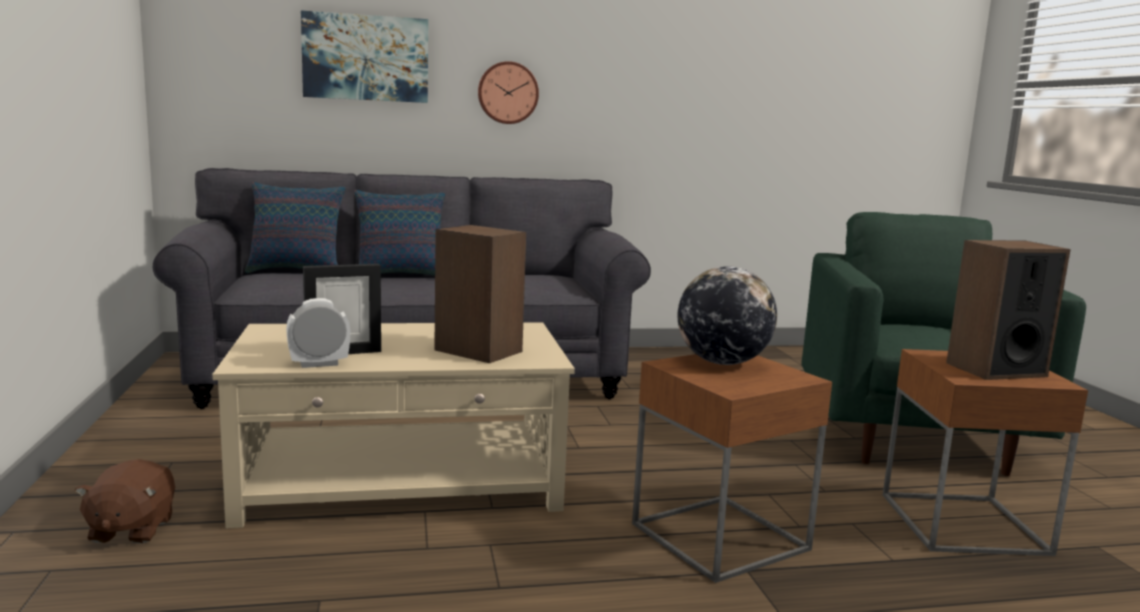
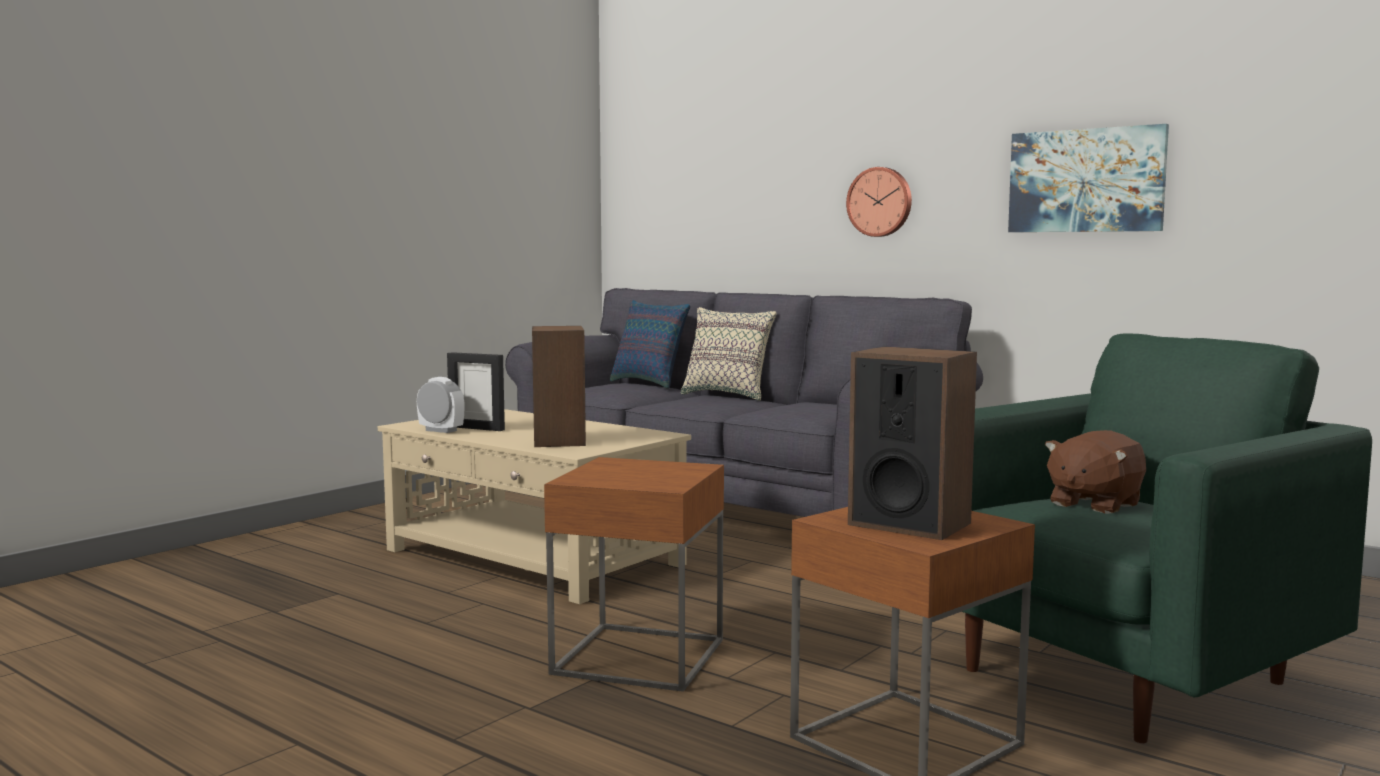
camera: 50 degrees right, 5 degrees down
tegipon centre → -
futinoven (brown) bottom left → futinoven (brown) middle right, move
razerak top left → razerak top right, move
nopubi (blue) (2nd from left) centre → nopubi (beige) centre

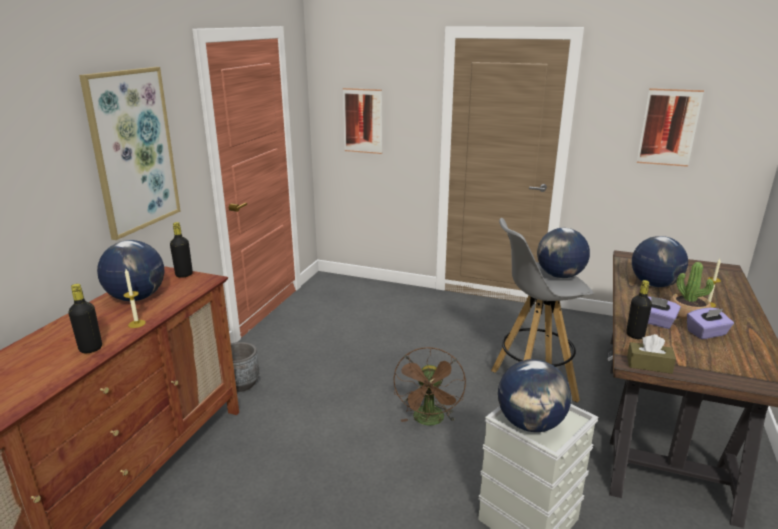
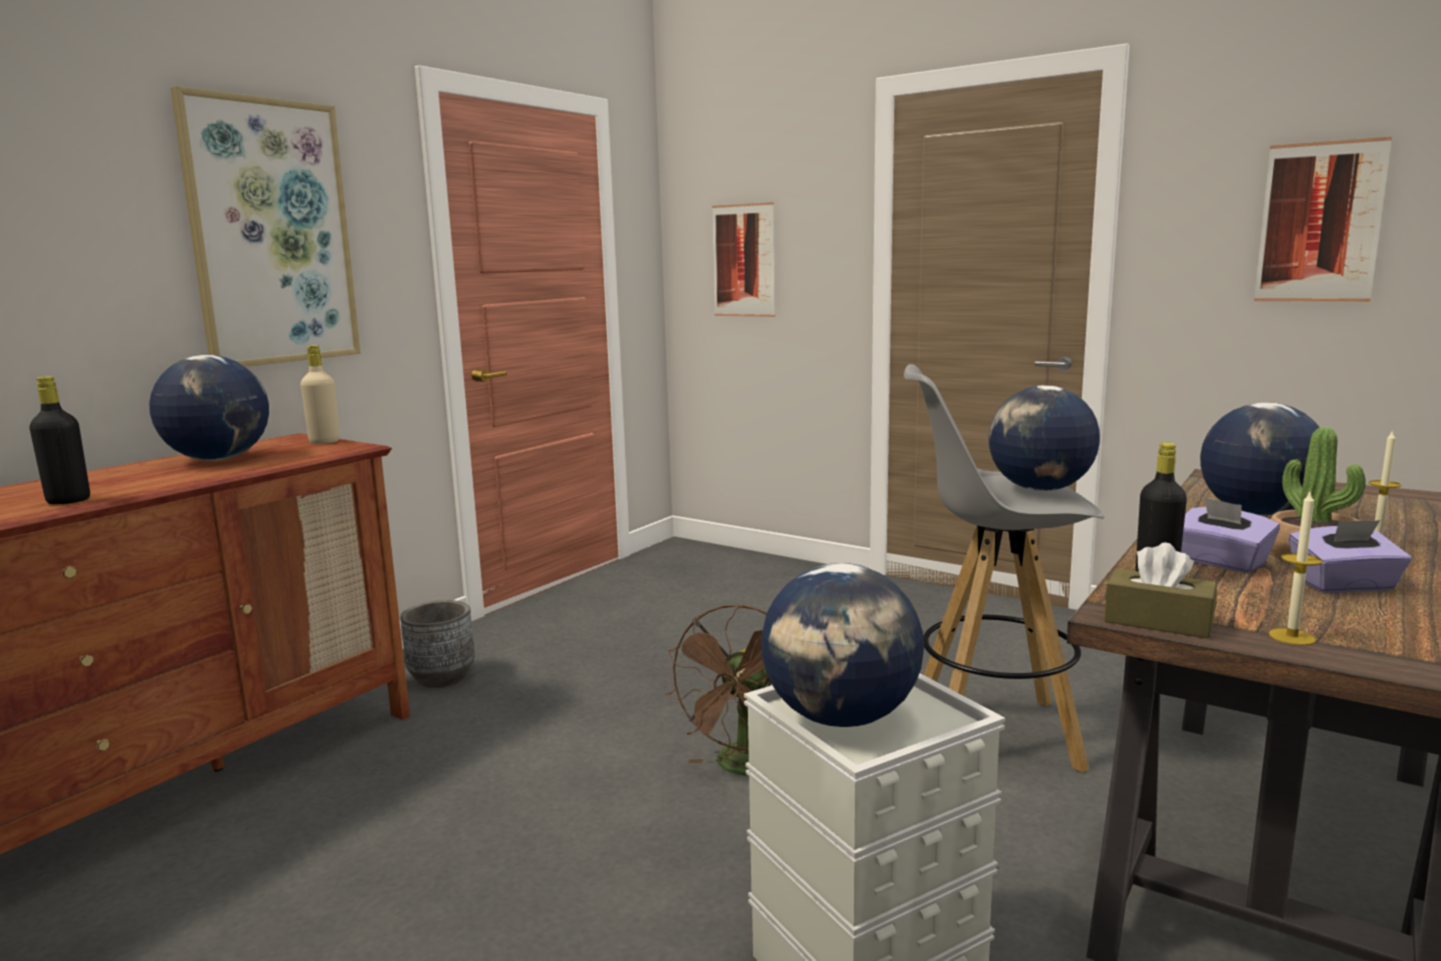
camera: 15 degrees right, 10 degrees down
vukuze (1st from left) middle left → vukuze (1st from left) middle right, move
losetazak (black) (2nd from left) middle left → losetazak (beige) middle left

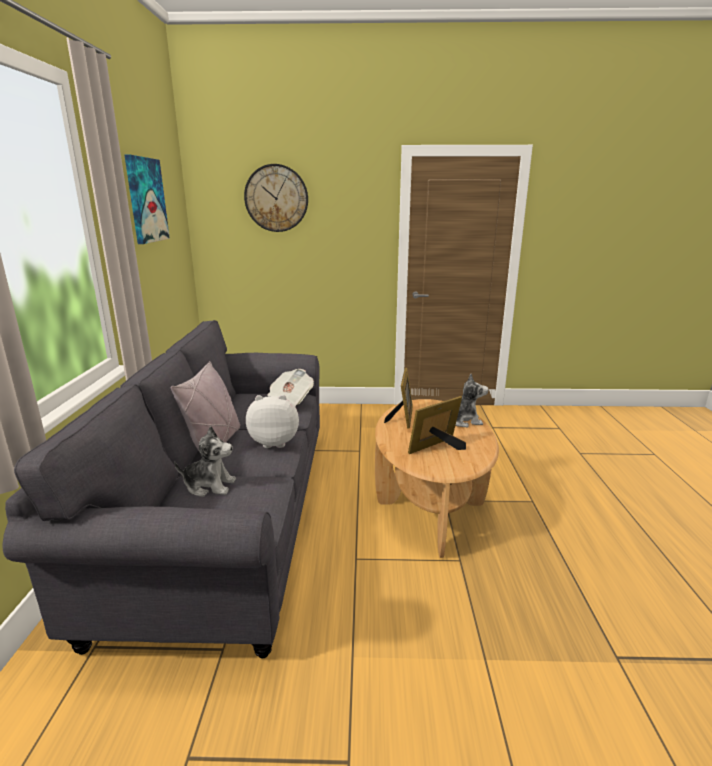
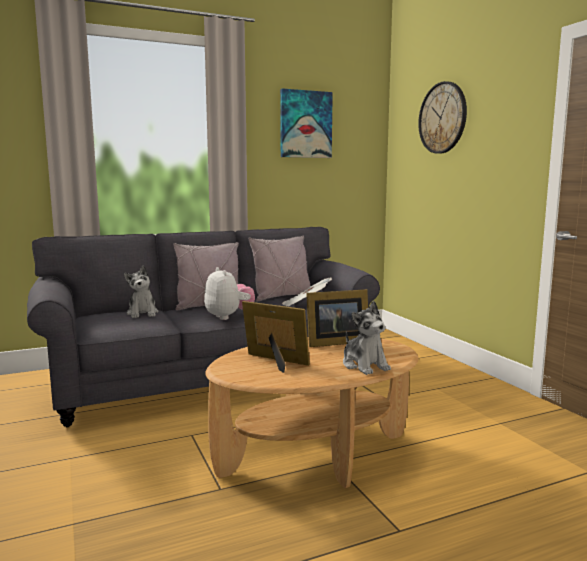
camera: 65 degrees right, 10 degrees down
- → nopubi (purple) (2nd from left) centre

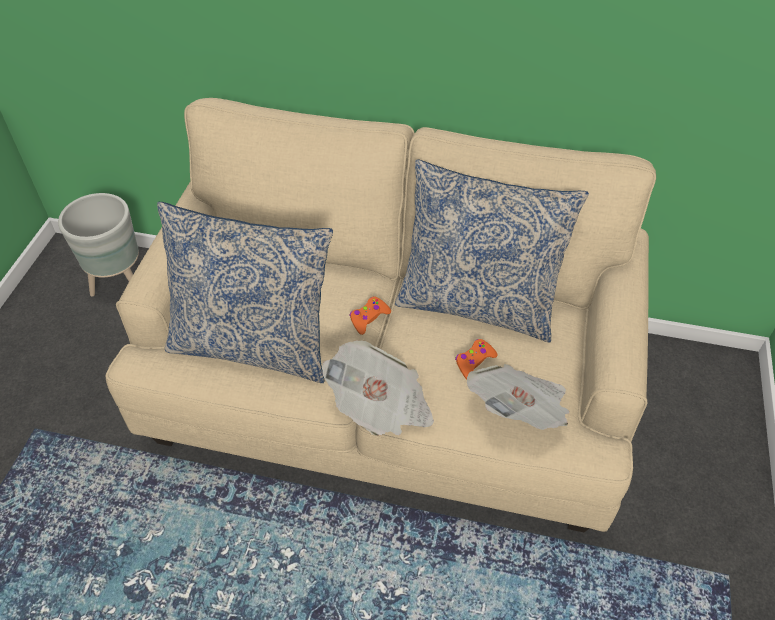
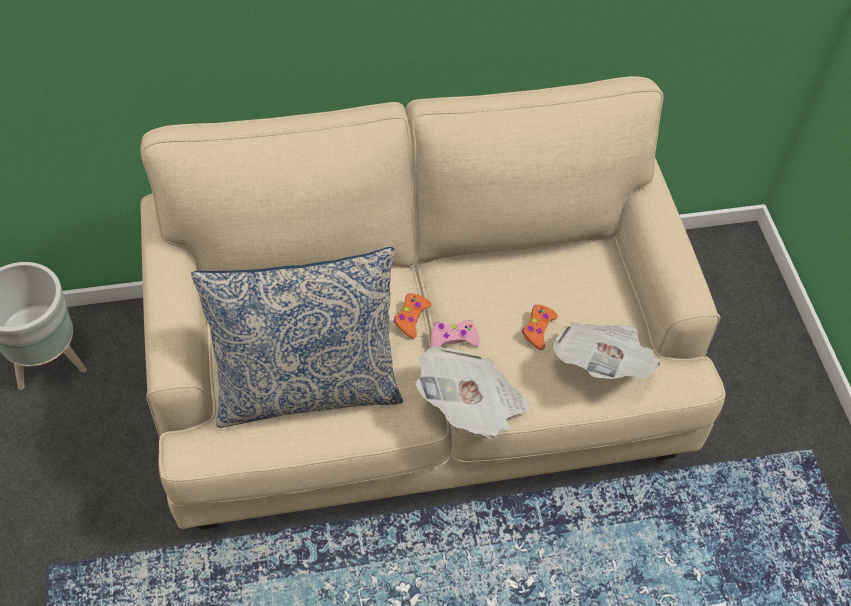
camera: 25 degrees left, 5 degrees up
nopubi (2nd from left) centre → -
- → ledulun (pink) centre

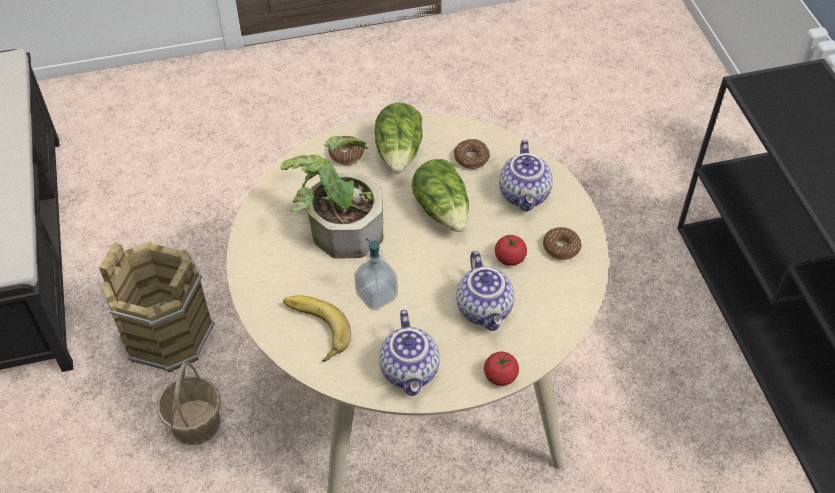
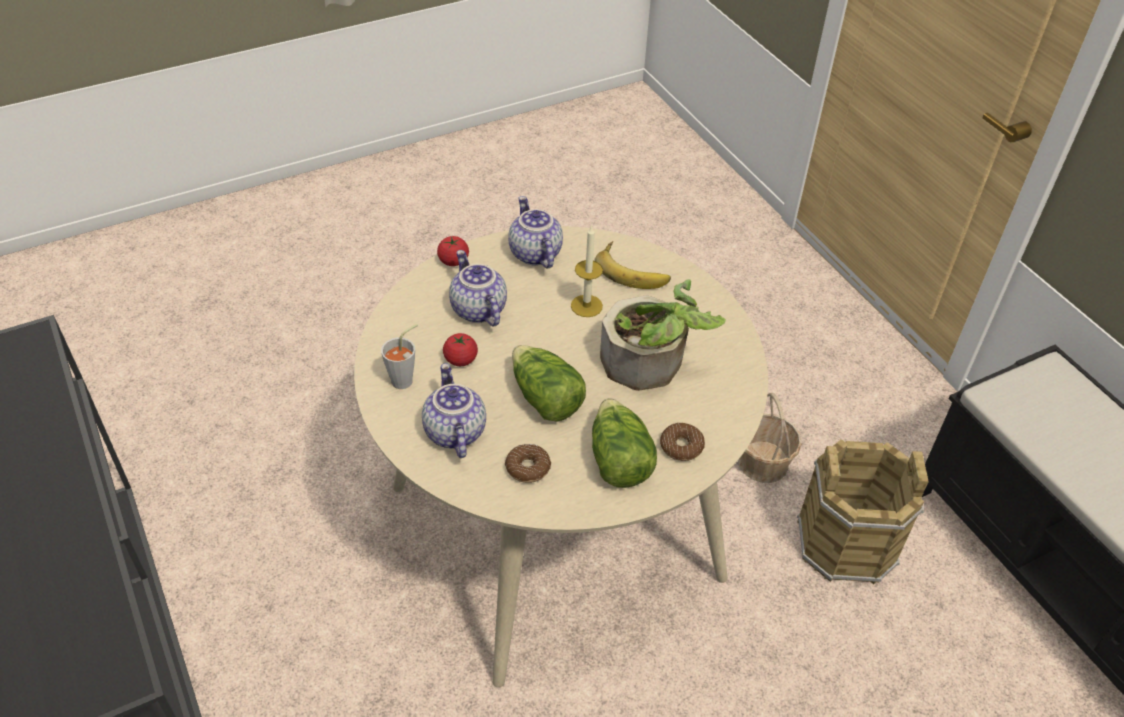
camera: 165 degrees right, 5 degrees down
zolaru centre → vukuze centre
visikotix (3rd from left) middle right → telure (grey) centre

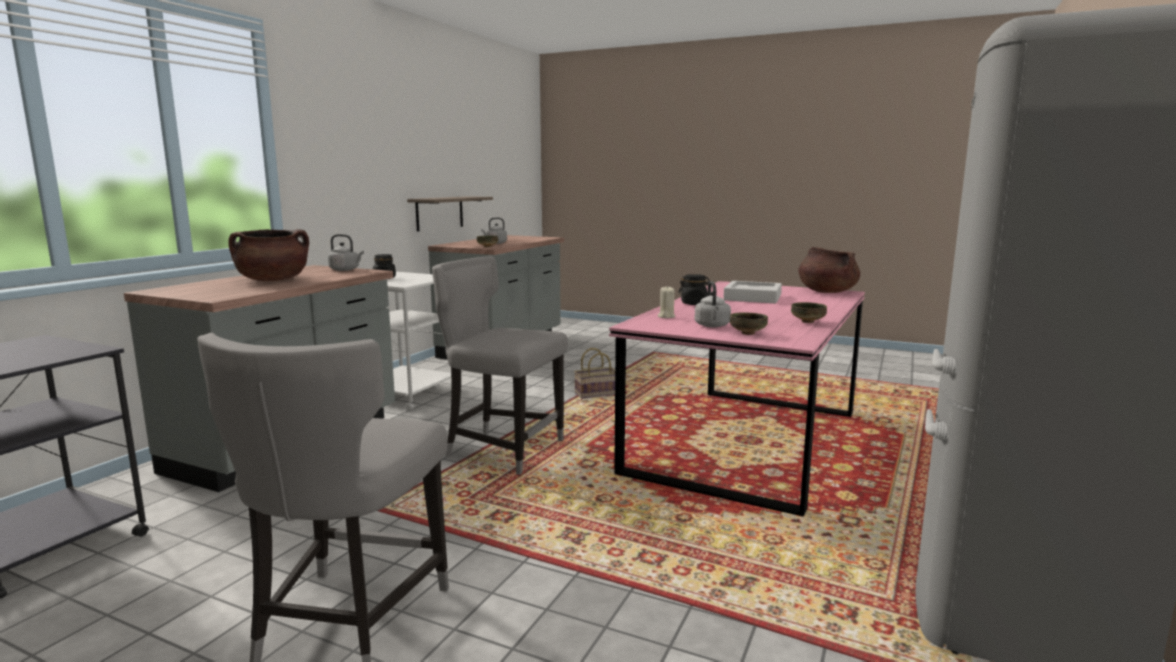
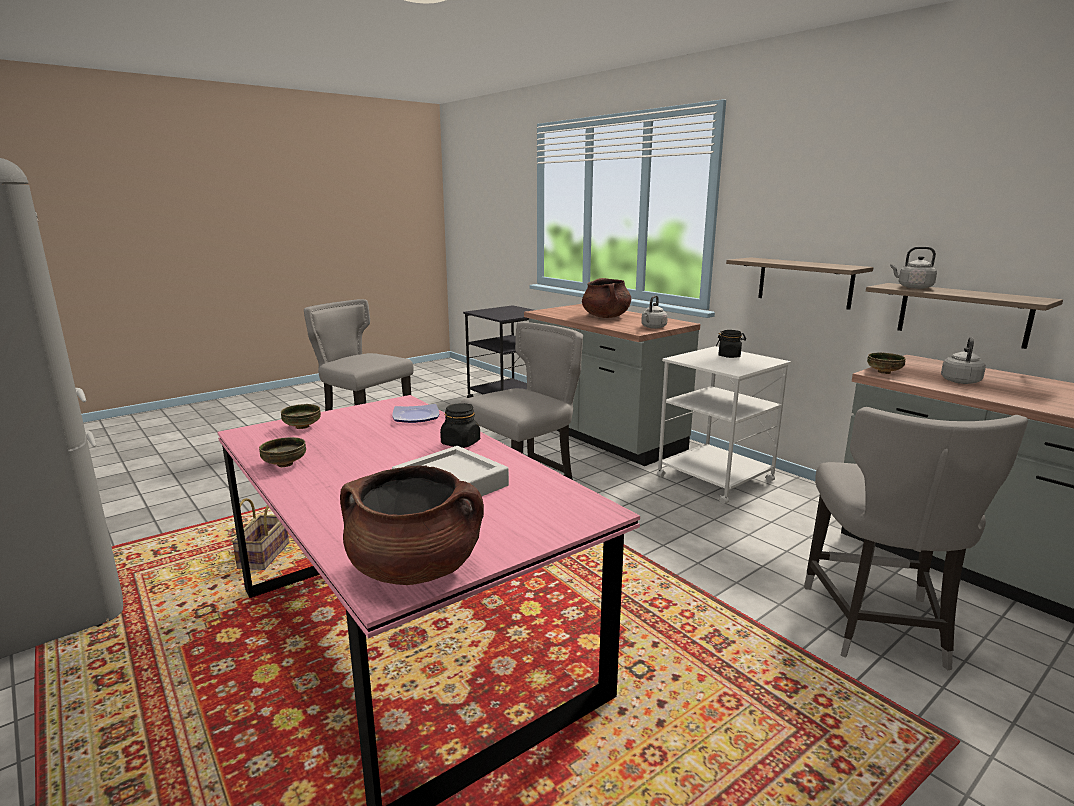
camera: 115 degrees right, 5 degrees up
- → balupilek (1st from left) middle right
- → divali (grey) (3rd from left) bottom right
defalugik centre → defalugik middle left, move
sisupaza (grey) (3rd from left in the first image) centre → sisupaza (grey) (2nd from left) top right, move
vukuze (beige) centre → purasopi centre

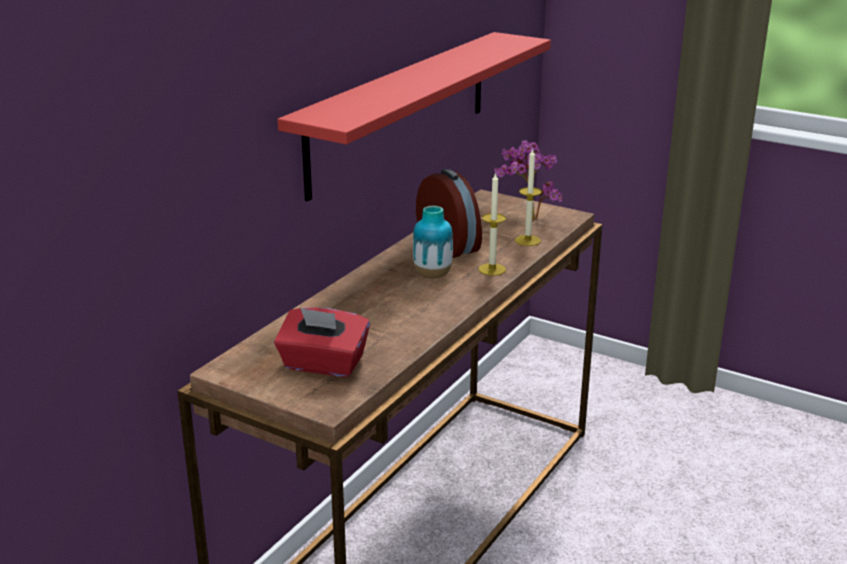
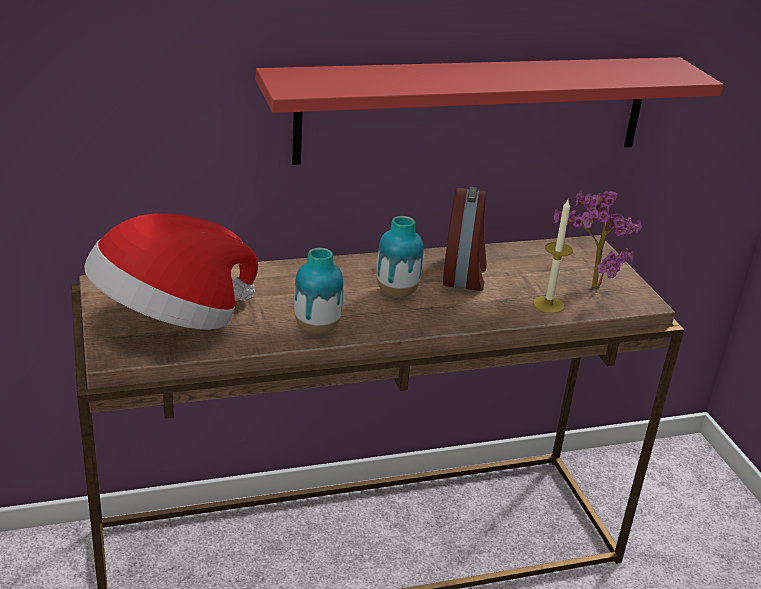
camera: 40 degrees right, 5 degrees up
vukuze (1st from left) centre → -
- → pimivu (1st from left) centre
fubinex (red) centre → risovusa middle left

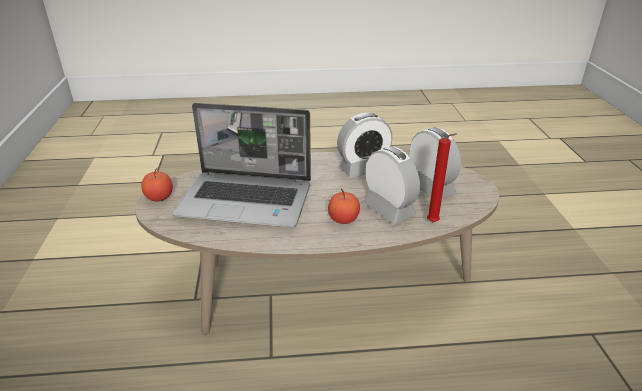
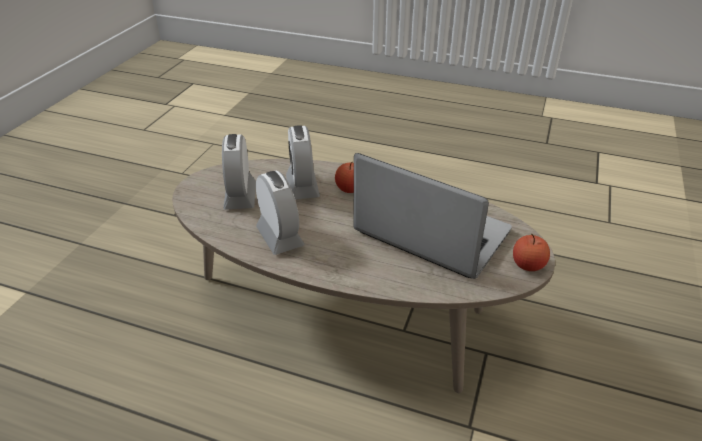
camera: 155 degrees left, 5 degrees up
vukuze (red) middle right → -
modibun (1st from left in the first image) centre → modibun (2nd from left) centre, 60 degrees clockwise

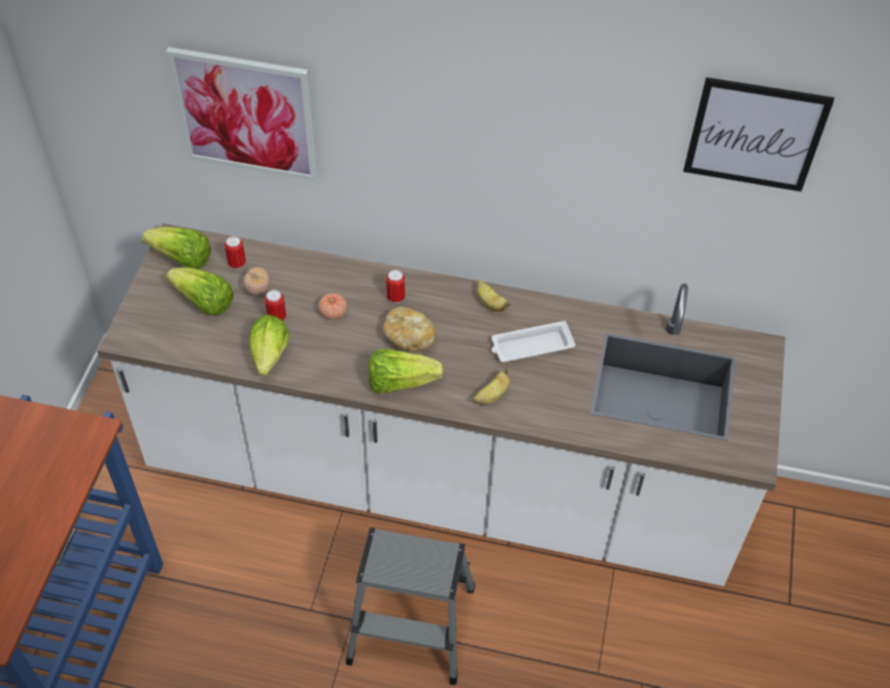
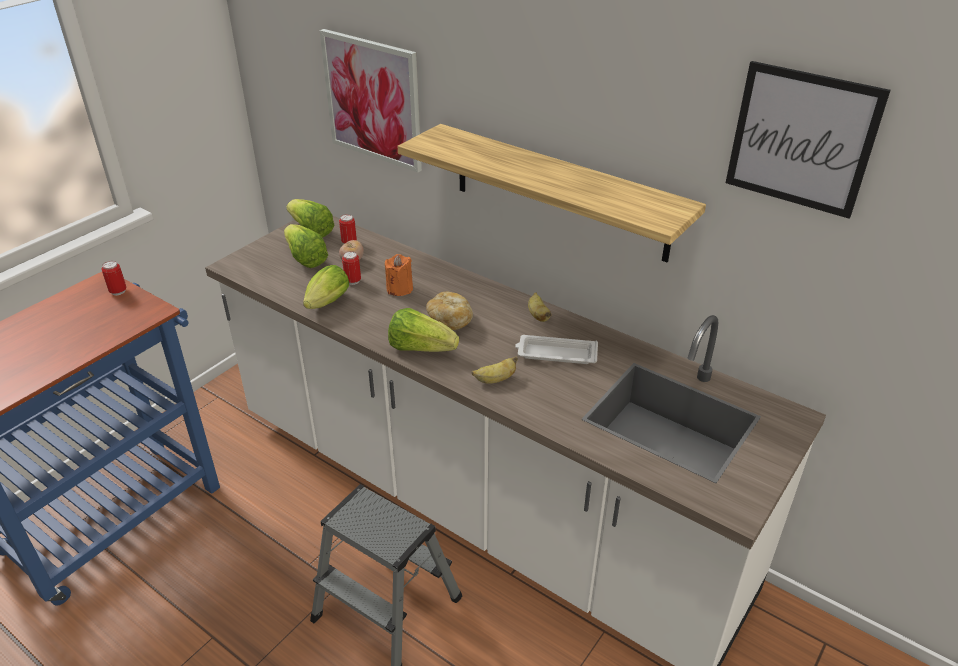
camera: 25 degrees right, 15 degrees down
- → balupilek top centre
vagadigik (3rd from left in the first image) centre → vagadigik (1st from left) middle left, move
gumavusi (2nd from left) centre → vukuze (orange) centre

